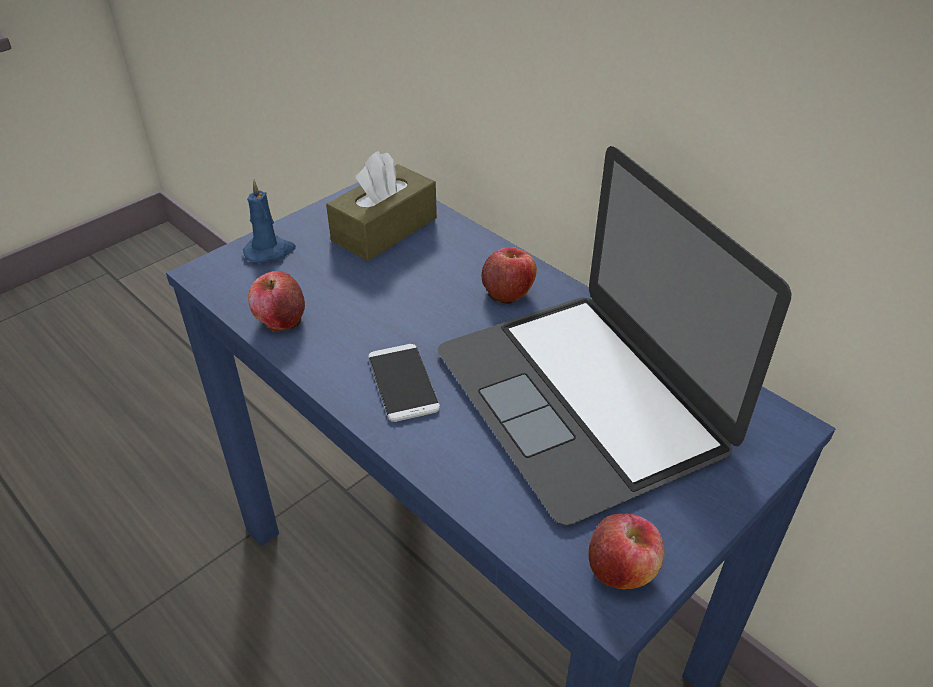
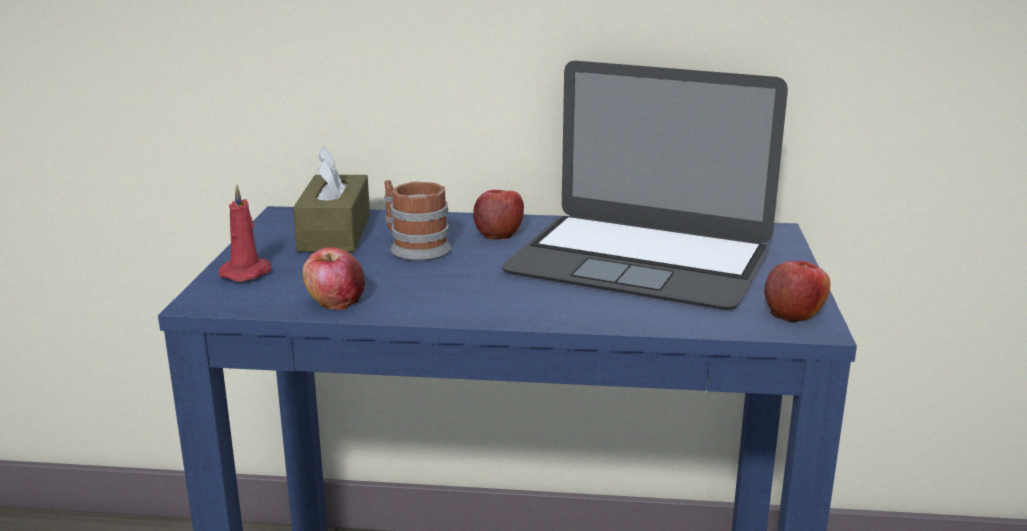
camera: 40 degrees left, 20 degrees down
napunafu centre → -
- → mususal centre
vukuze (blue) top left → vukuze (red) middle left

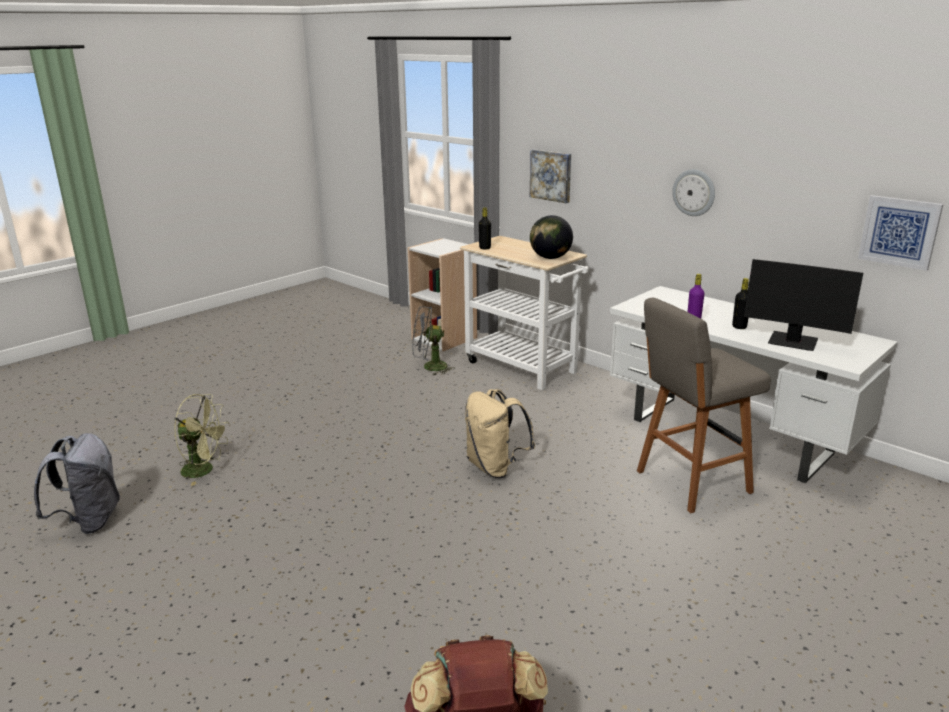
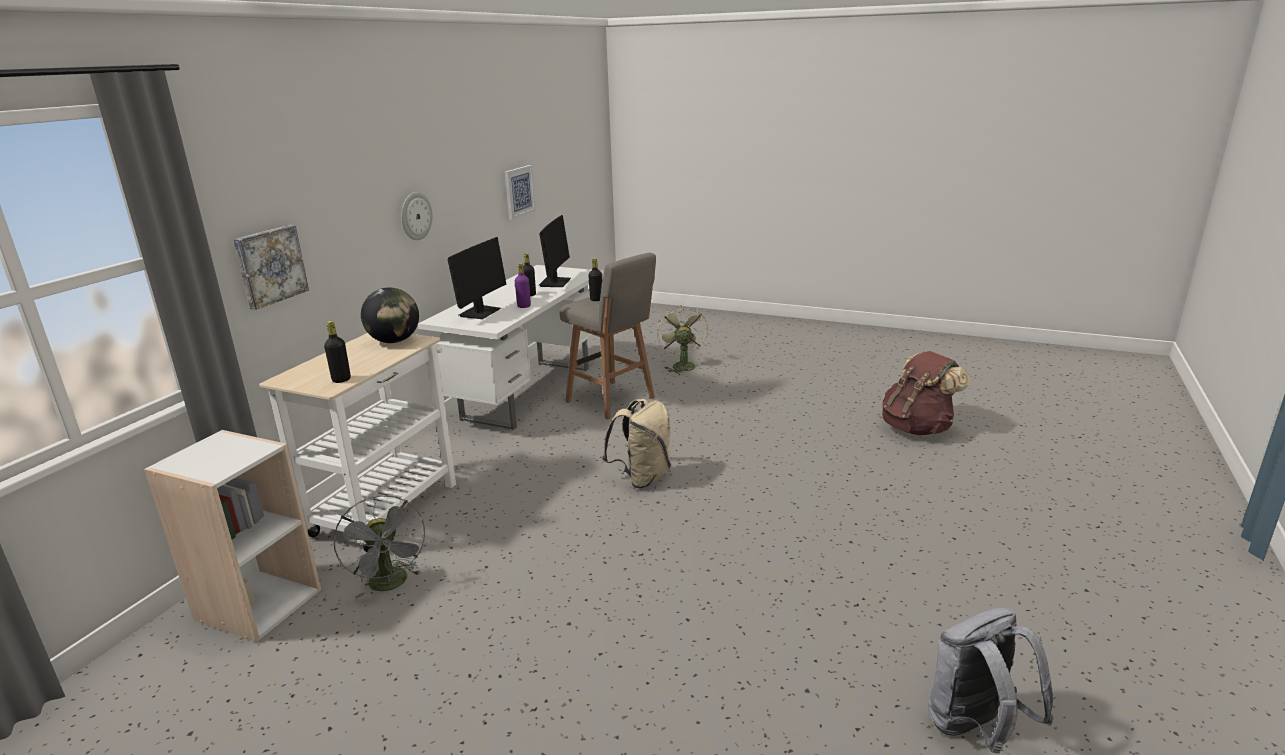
camera: 110 degrees left, 0 degrees up
- → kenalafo (1st from left) centre
- → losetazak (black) (3rd from left) centre
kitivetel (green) middle left → kitivetel (green) centre, move

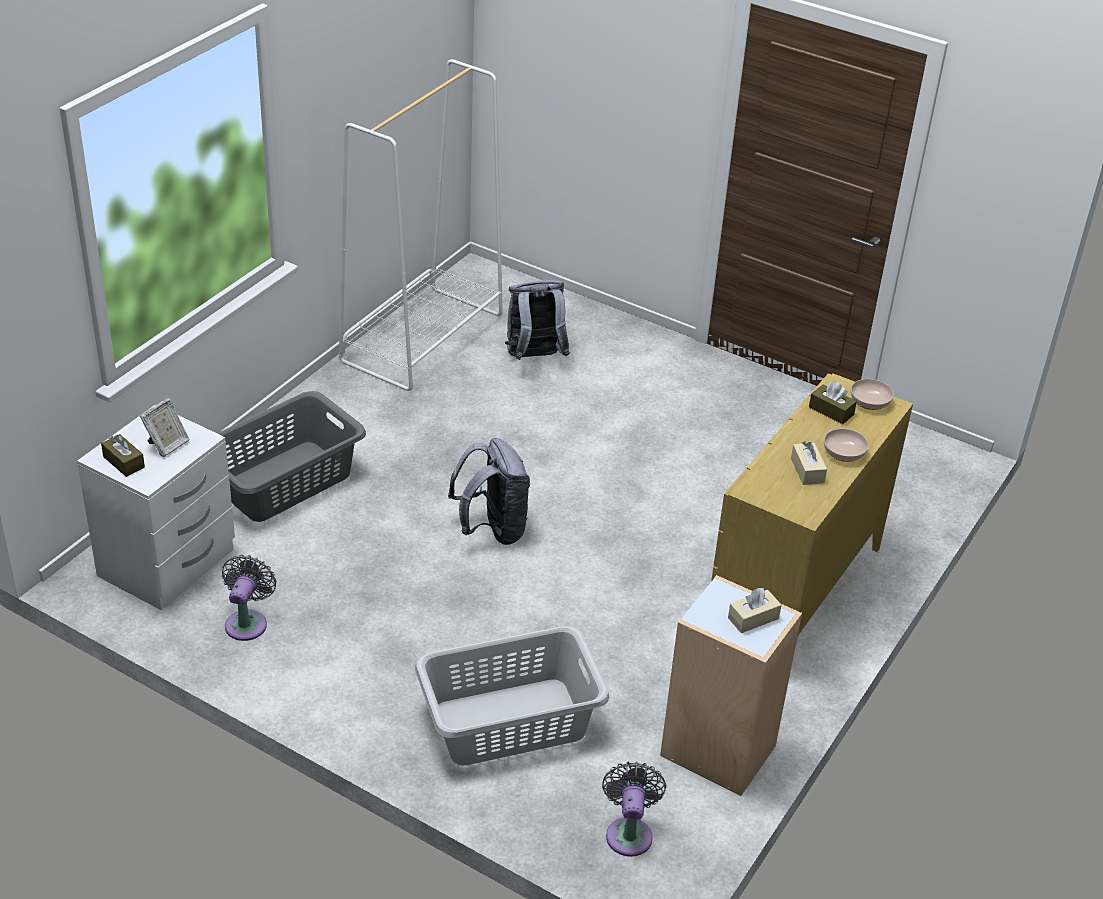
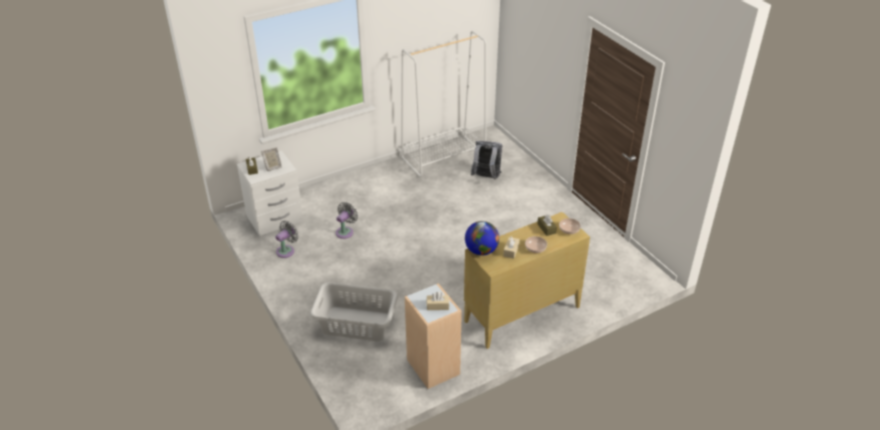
camera: 30 degrees right, 0 degrees up
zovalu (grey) (1st from left) middle left → -
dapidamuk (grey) (1st from left) centre → -
- → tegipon centre
kitivetel (grey) (2nd from left) bottom centre → kitivetel (grey) (2nd from left) centre, move

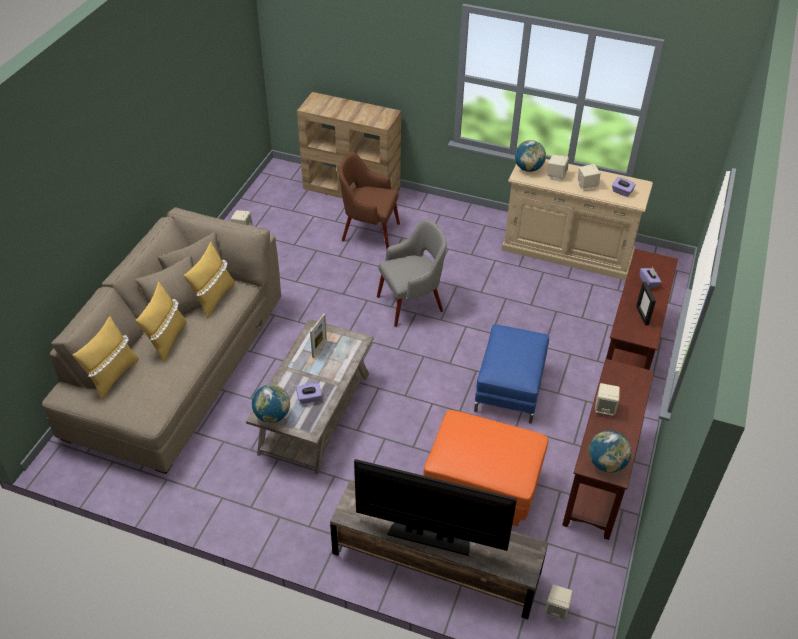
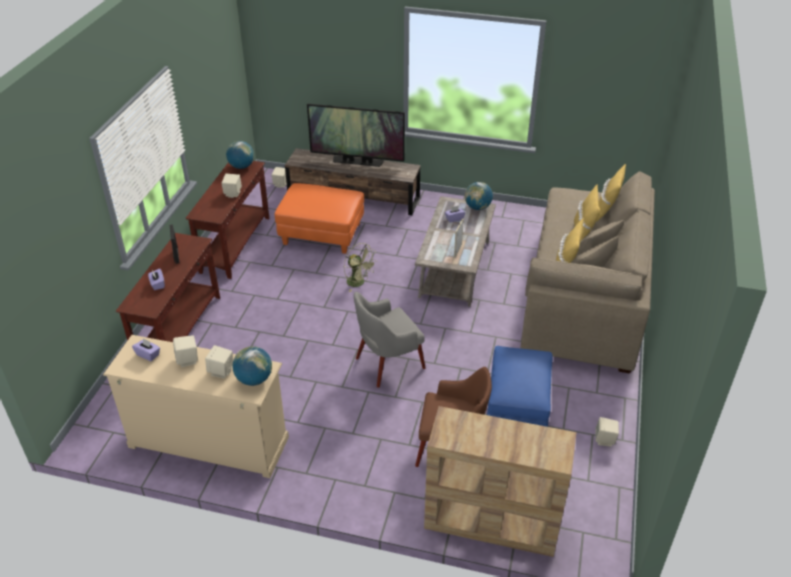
camera: 175 degrees right, 5 degrees down
- → kitivetel (green) centre
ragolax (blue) centre → ragolax (blue) bottom centre, move

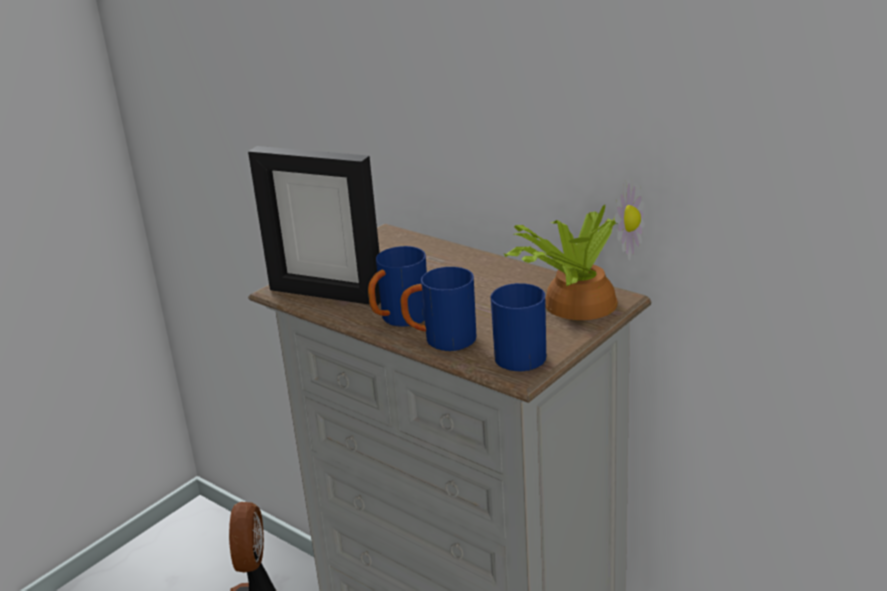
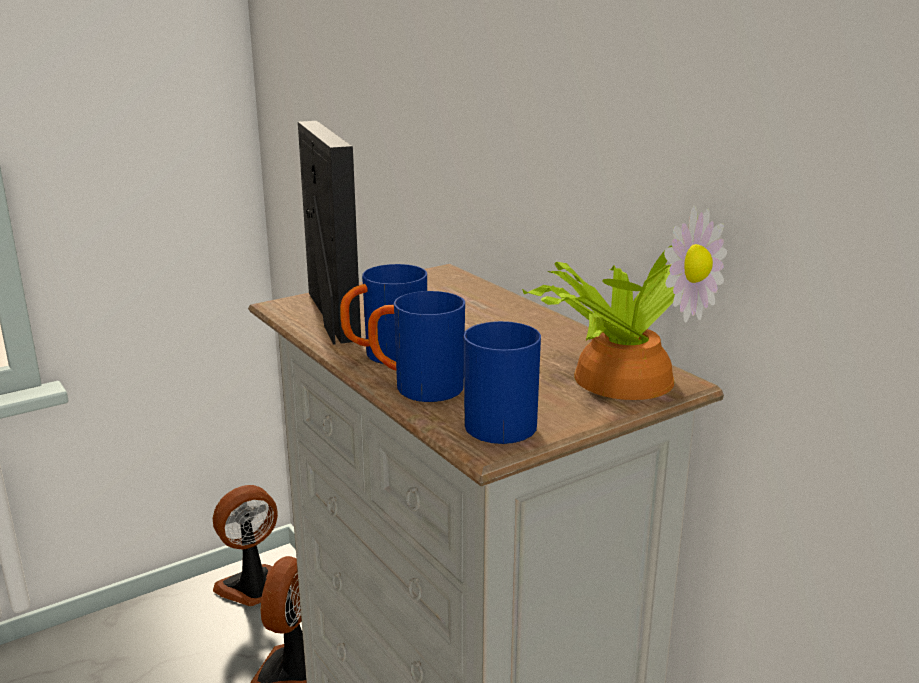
camera: 15 degrees right, 5 degrees down
- → kitivetel (1st from left) bottom left
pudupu centre, 150 degrees counterclockwise

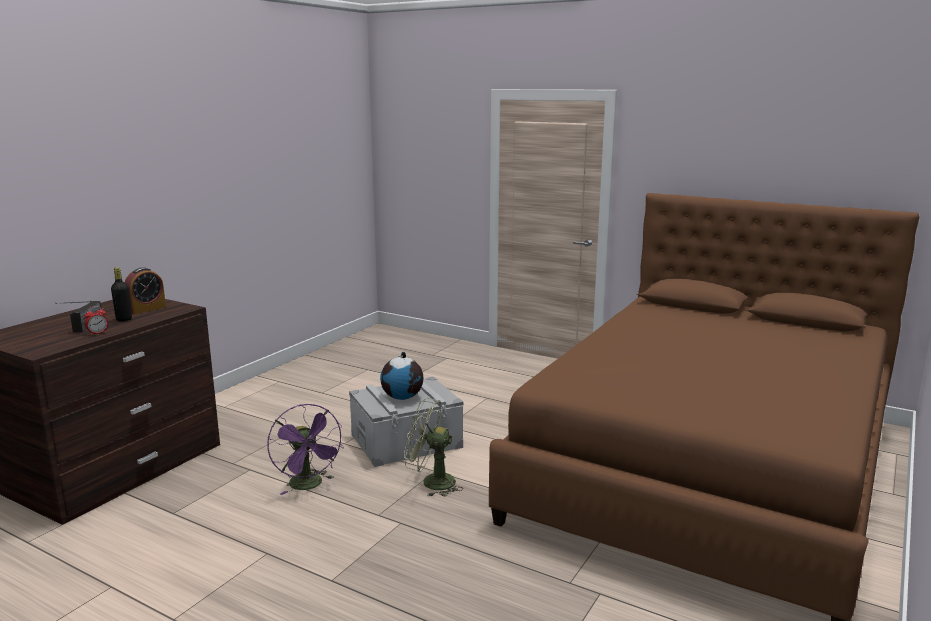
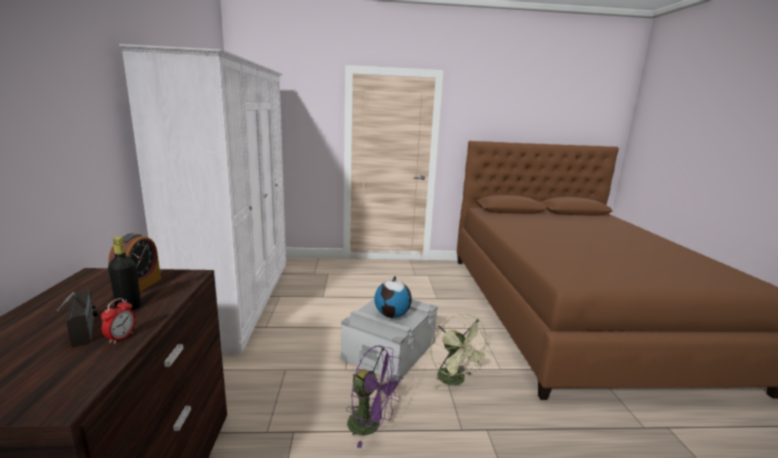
camera: 35 degrees left, 0 degrees up
- → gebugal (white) middle left
kitivetel (green) bottom centre, 90 degrees counterclockwise

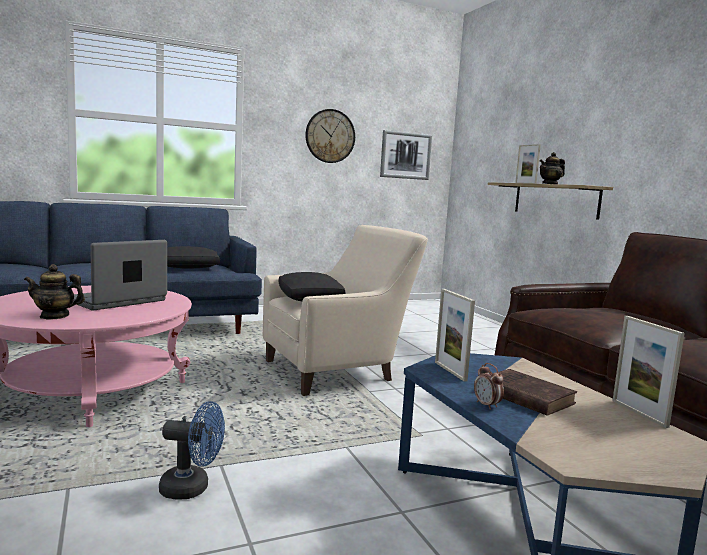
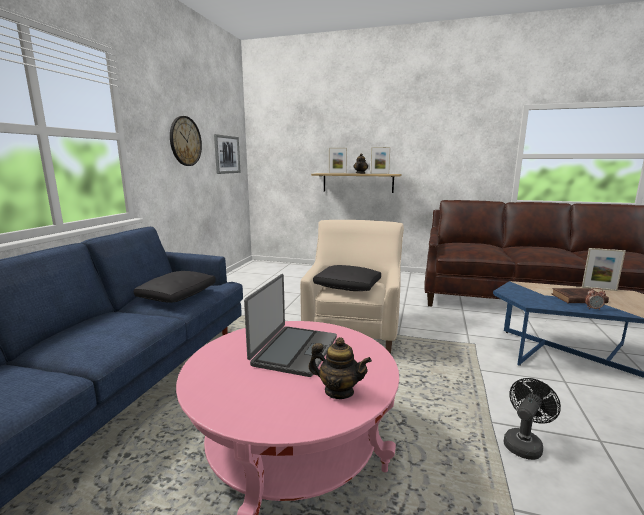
camera: 50 degrees left, 5 degrees up
pudupu (1st from left in the first image) centre → pudupu (2nd from left) top centre, move
kitivetel (blue) bottom left → kitivetel (black) bottom right
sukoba (1st from left) middle left → sukoba (1st from left) bottom centre, 105 degrees counterclockwise
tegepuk middle left → tegepuk centre, 150 degrees counterclockwise

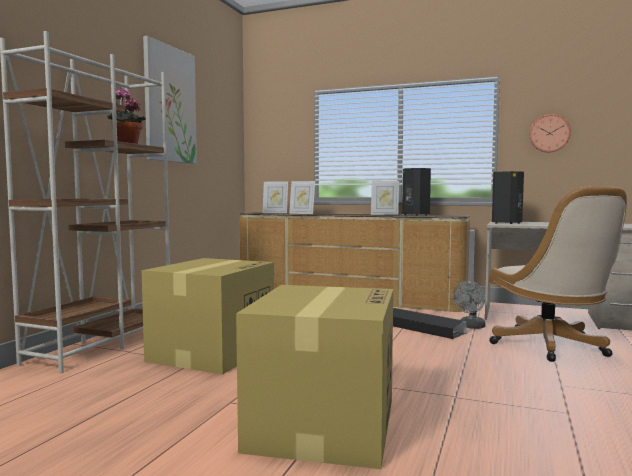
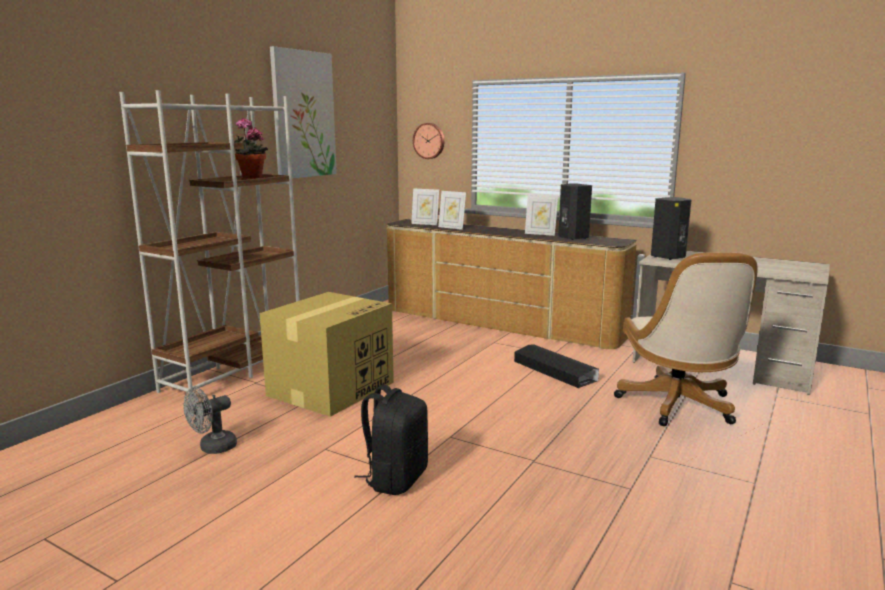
camera: 10 degrees right, 10 degrees up
kitivetel (grey) middle right → kitivetel (grey) bottom left, move
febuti top right → febuti top centre, move
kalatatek (2nd from left) bottom centre → dapidamuk (black) bottom centre

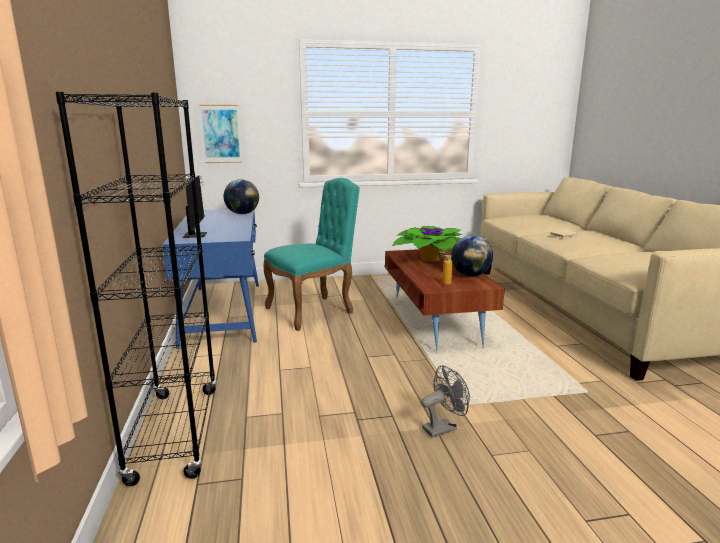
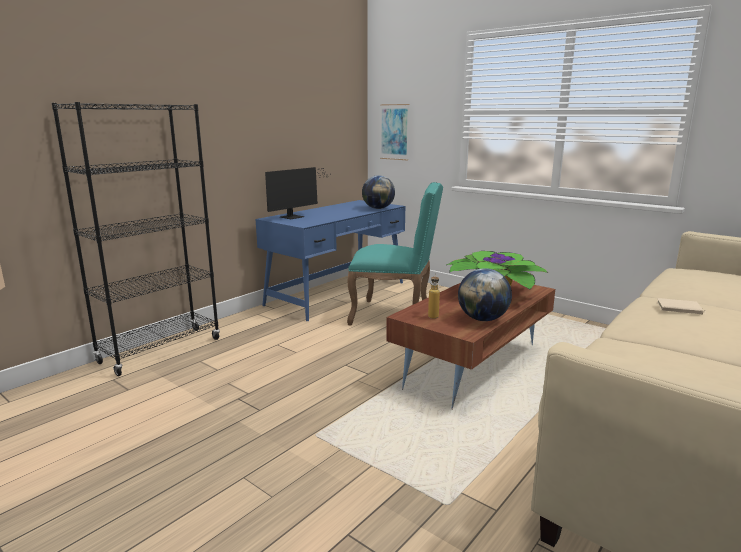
camera: 50 degrees right, 0 degrees up
kitivetel (grey) bottom centre → -

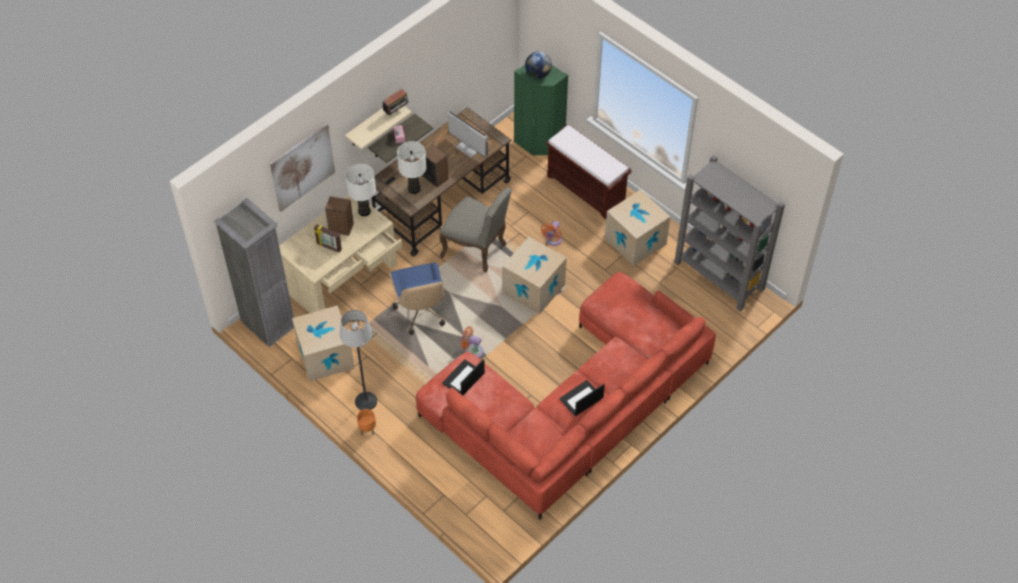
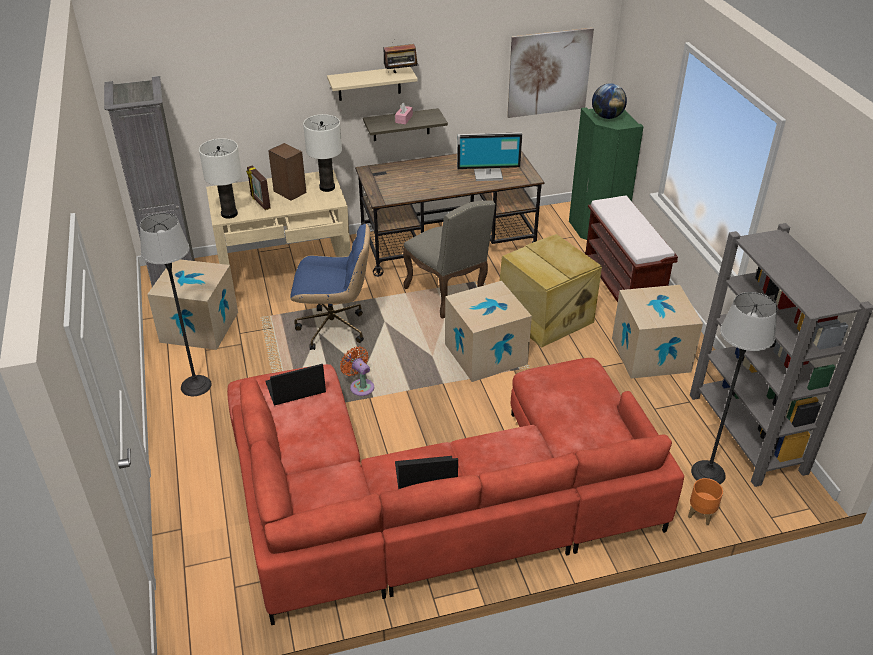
camera: 30 degrees right, 15 degrees down
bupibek (2nd from left) top centre → -
- → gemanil (2nd from left) middle right
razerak top left → razerak top centre, move
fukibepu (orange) bottom centre → fukibepu (orange) bottom right, move
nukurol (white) (2nd from left in the first image) top centre → nukurol (white) (1st from left) top left, move
kitivetel (orange) (2nd from left) centre → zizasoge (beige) centre
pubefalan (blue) centre, 105 degrees counterclockwise
kenalafo top centre, 105 degrees clockwise

